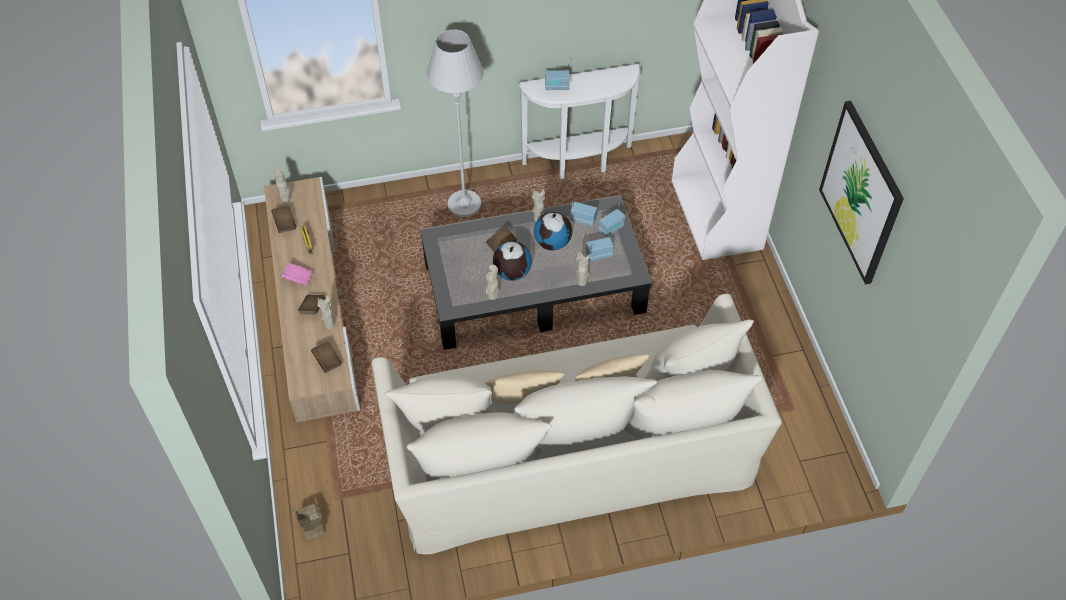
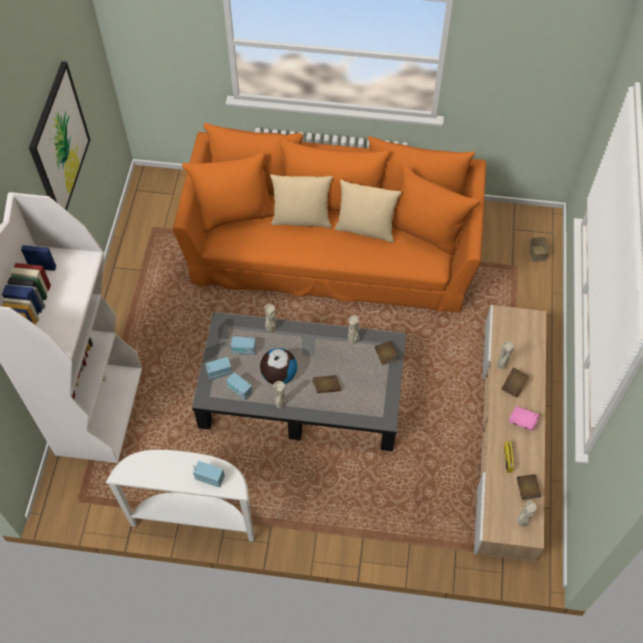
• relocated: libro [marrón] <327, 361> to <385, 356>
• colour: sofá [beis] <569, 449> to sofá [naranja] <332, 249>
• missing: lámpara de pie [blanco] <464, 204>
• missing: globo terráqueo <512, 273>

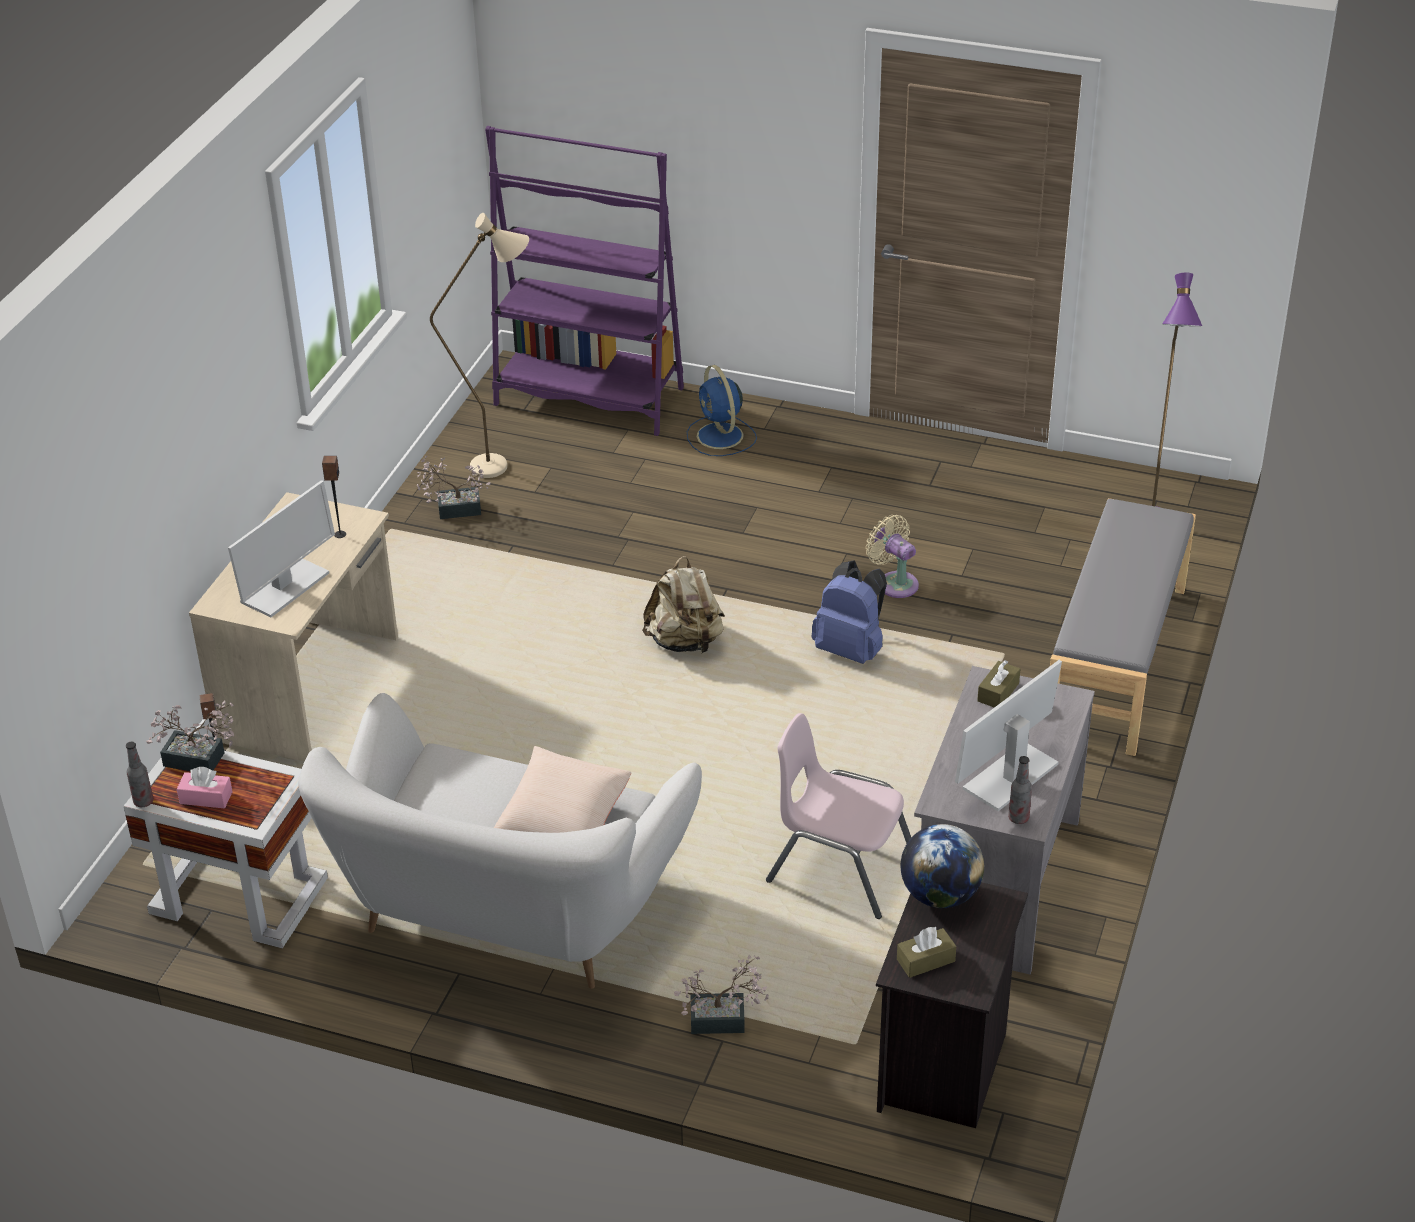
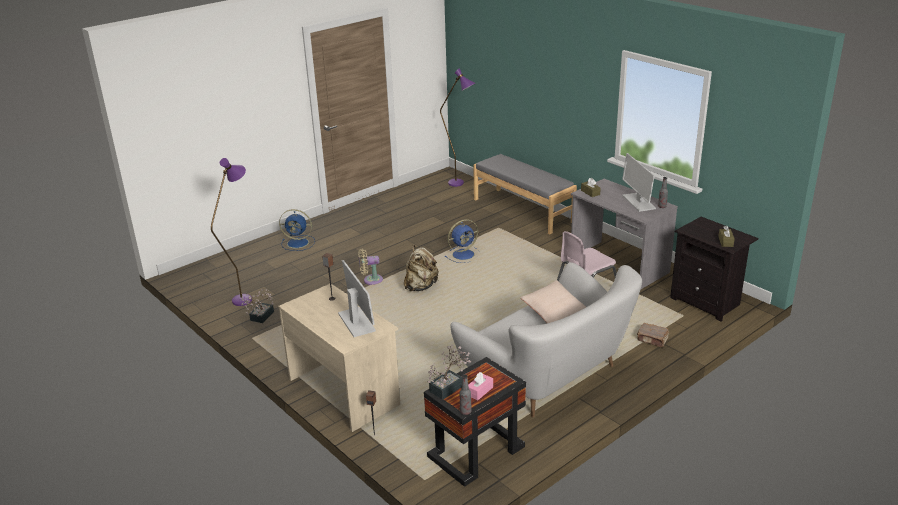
• colour: mesa auxiliar [blanco] <237, 895> to mesa auxiliar [negro] <475, 452>
• colour: lámpara de pie [beis] <503, 466> to lámpara de pie [morado] <246, 297>
• missing: estantería [morado] <589, 397>
• exchanged: planta en maceta <725, 1020> to libro [marrón] <652, 340>
• exchanged: mochila [azul] <851, 649> to ventilador [azul] <464, 254>
• relocated: ventilador [beis] <895, 583> to <371, 280>
• missing: globo terráqueo <940, 895>

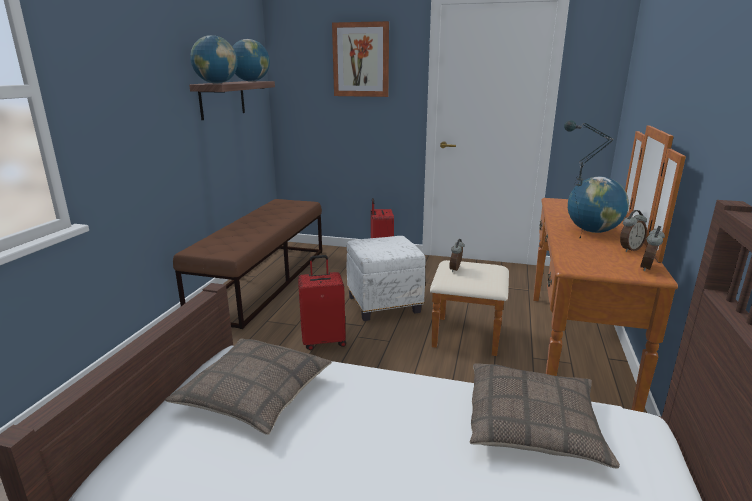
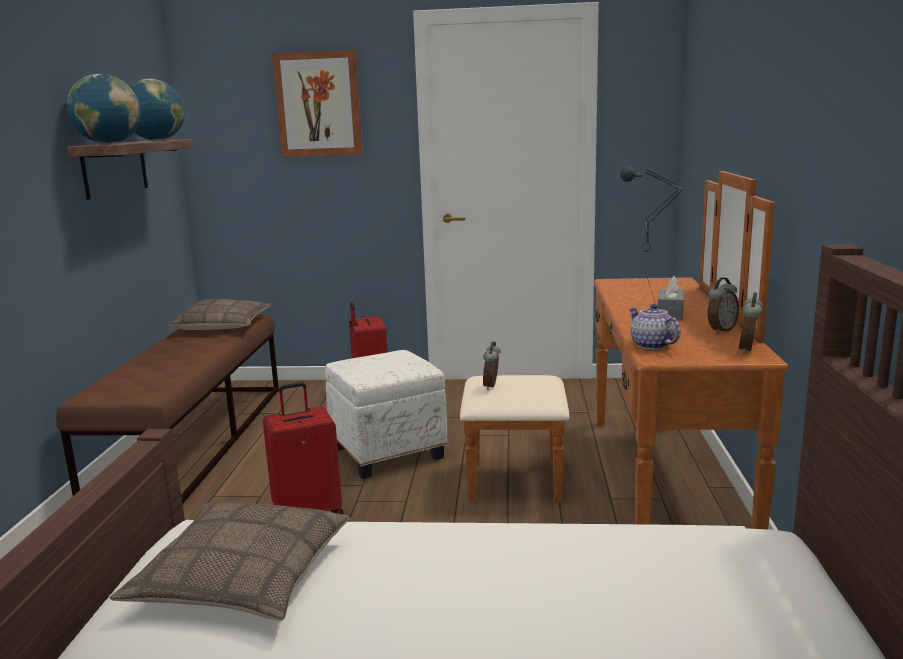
• relocated: cojín <533, 424> to <223, 326>
• exchanged: globo terráqueo <593, 231> to caja de pañuelos [gris] <670, 313>
• appeared: tetera <651, 345>

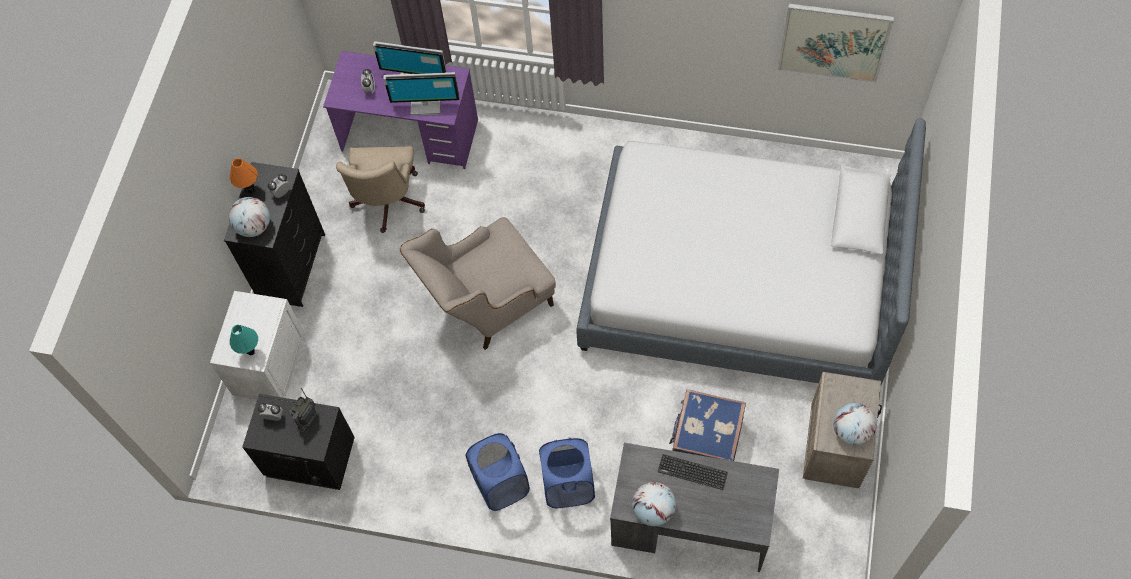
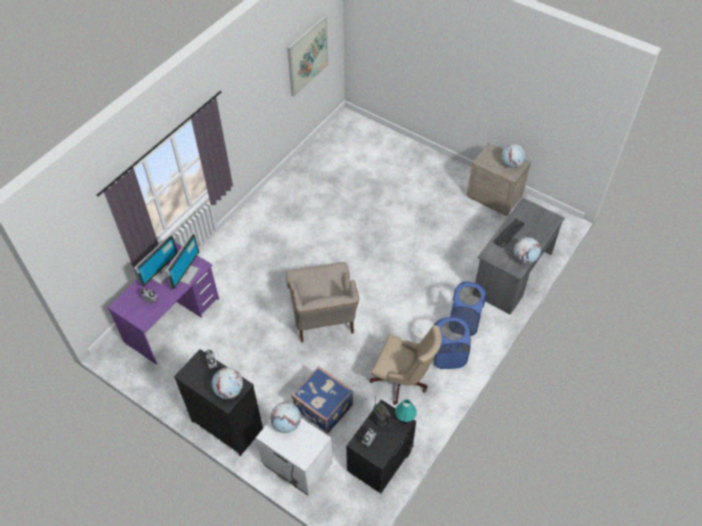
• missing: lámpara de mesa [naranja] <251, 190>
• relocated: lámpara de mesa [turquesa] <251, 352> to <404, 421>
• relocated: silla de oficina [beis] <387, 204> to <403, 381>
• missing: cama <739, 282>
• relocated: maleta [azul] <705, 441> to <323, 408>
• appeared: globo terráqueo <286, 424>

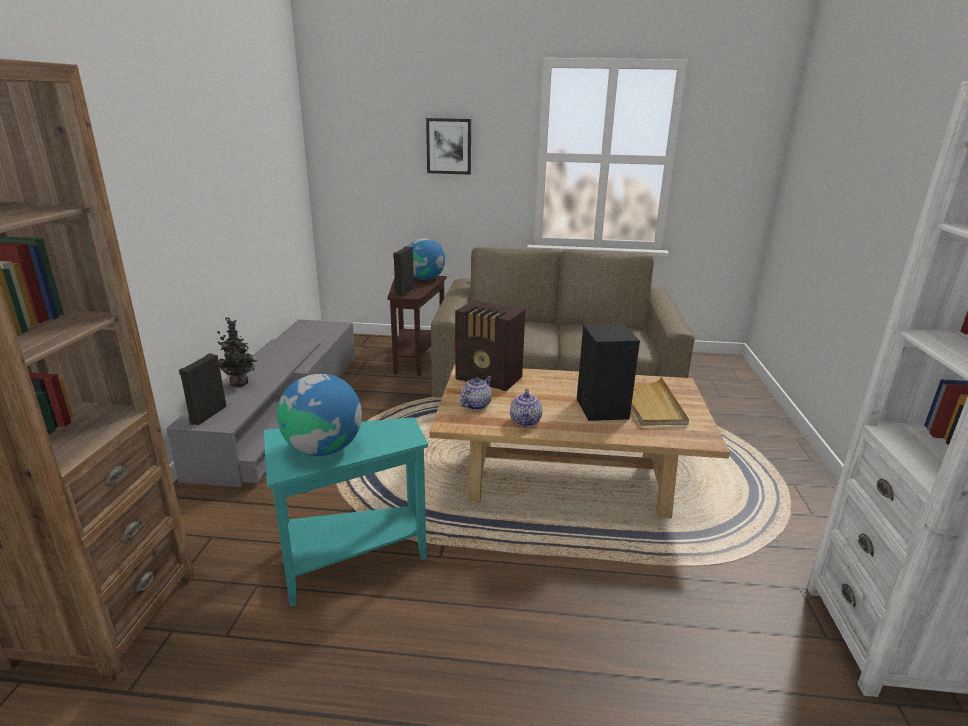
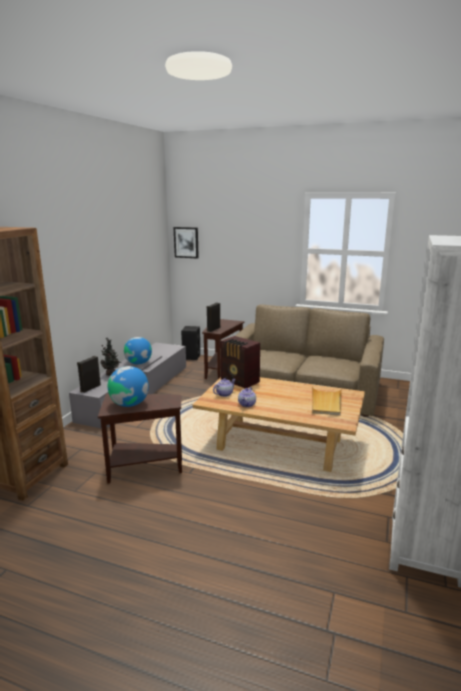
• colour: mesa auxiliar [turquesa] <348, 561> to mesa auxiliar [marrón] <142, 468>
• relocated: globo terráqueo <425, 278> to <138, 363>
• relocated: cuadro <449, 146> to <186, 242>
• relocated: altavoz [negro] <600, 408> to <191, 356>

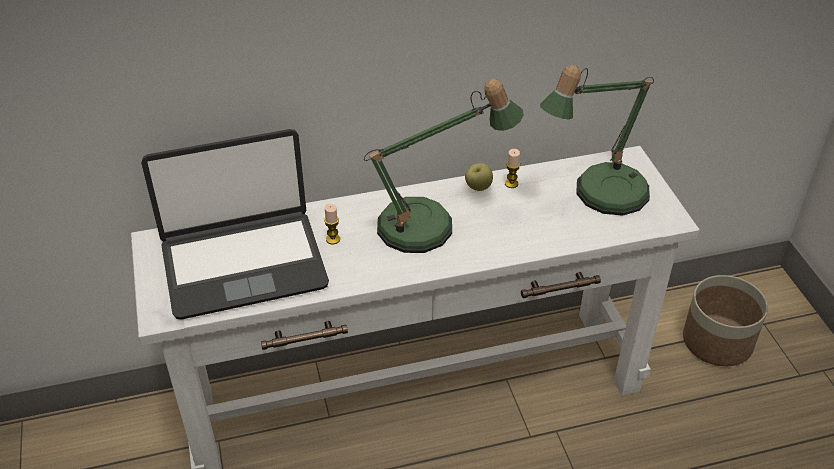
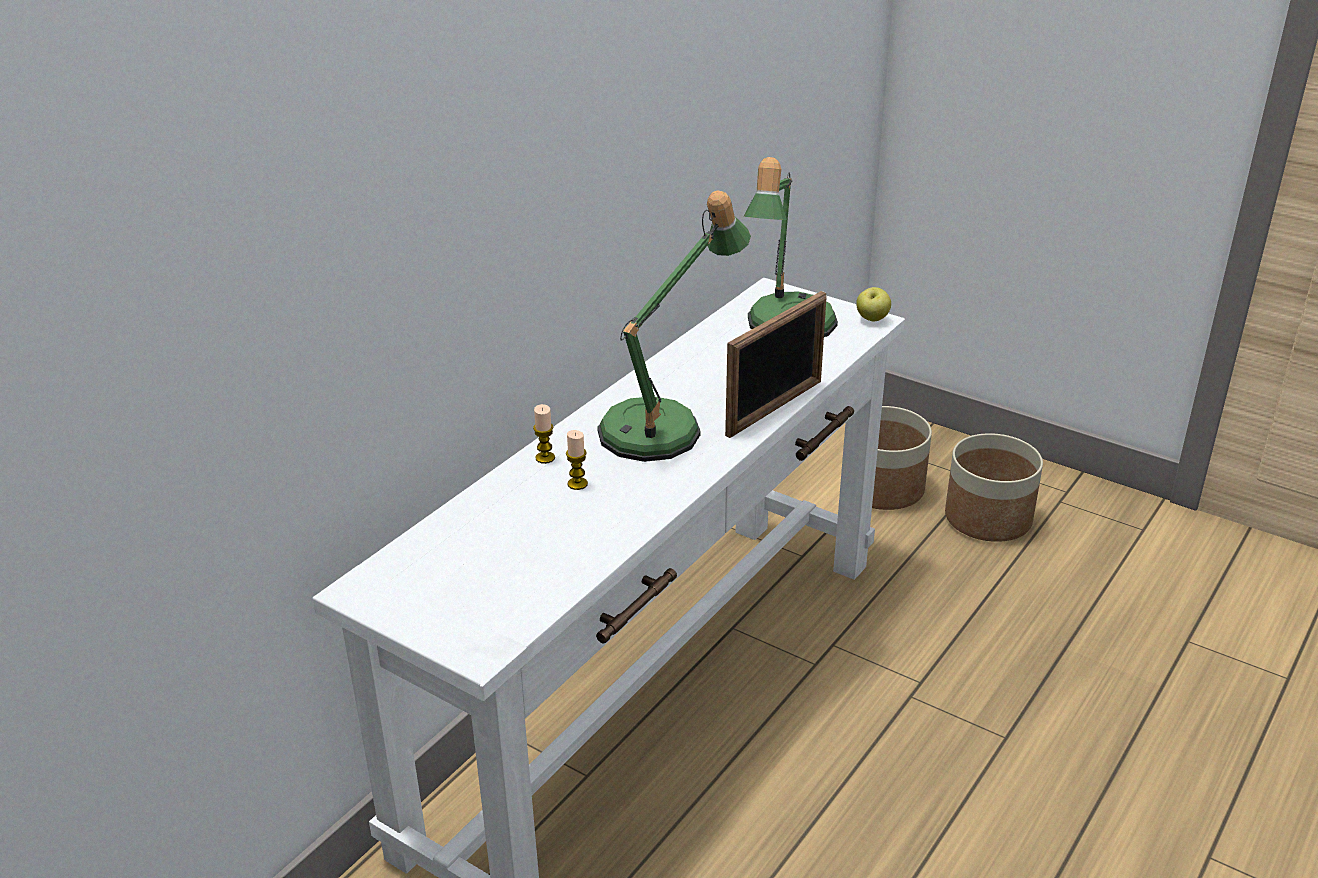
• missing: portátil <243, 264>
• relocated: manzana <478, 187> to <872, 319>
• relocated: vela <511, 183> to <545, 458>
• appeared: portarretratos <775, 408>
• appeared: maceta <989, 519>

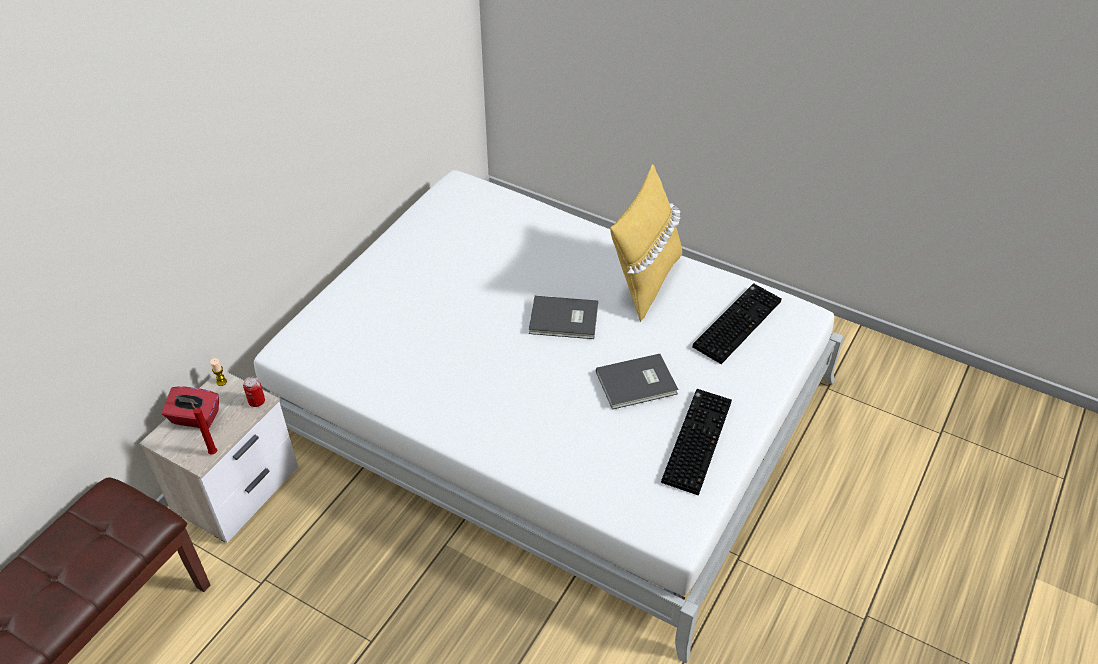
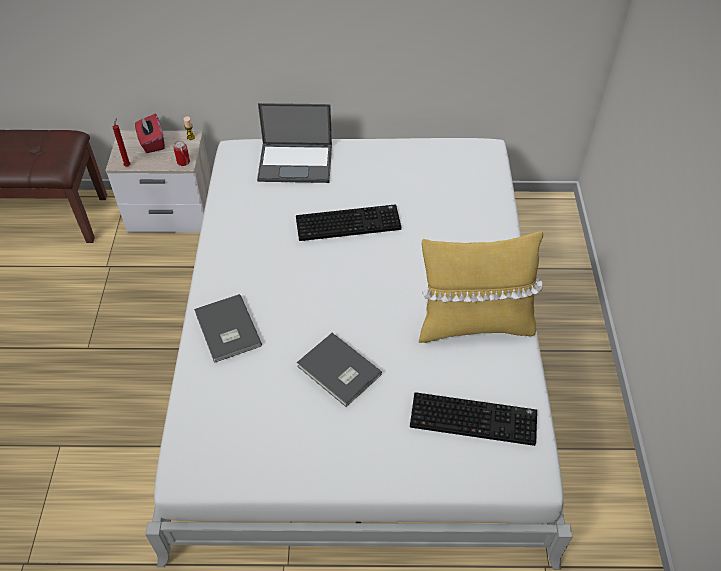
• relocated: libro [gris] <564, 320> to <226, 331>
• relocated: teclado <695, 440> to <349, 222>
• appeared: portátil <296, 162>

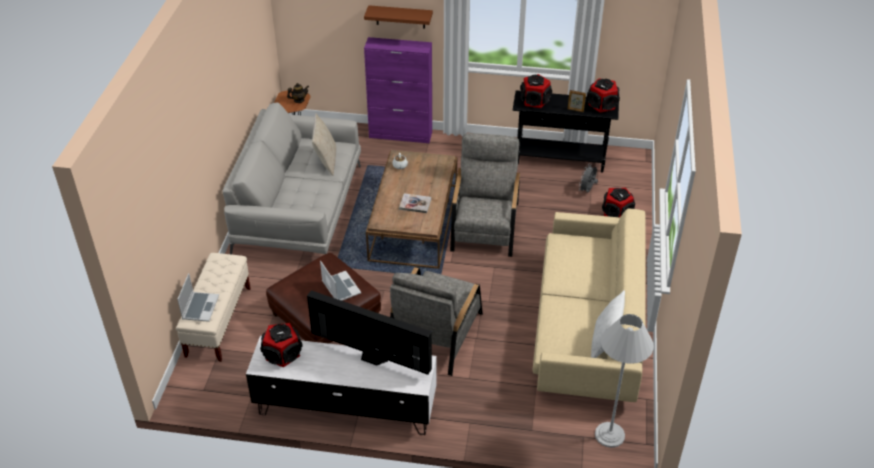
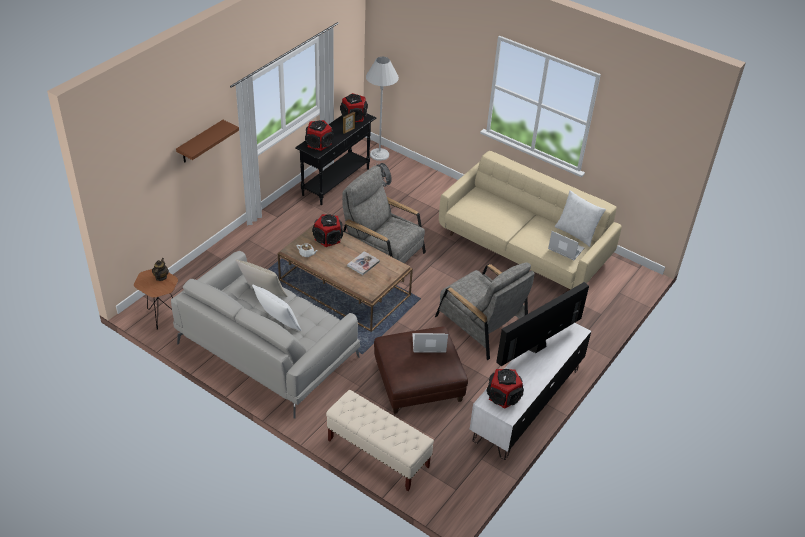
• relocated: portátil <200, 307> to <565, 249>
• missing: armario [morado] <401, 135>
• relocated: lámpara de pie [blanco] <609, 435> to <379, 154>
• relocated: altavoz <616, 212> to <328, 238>
• appeared: cojín [blanco] <277, 323>

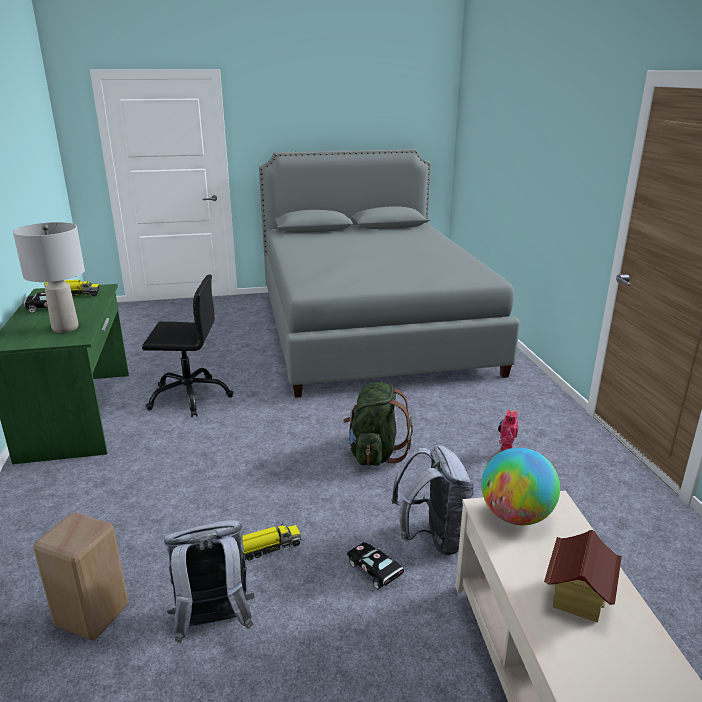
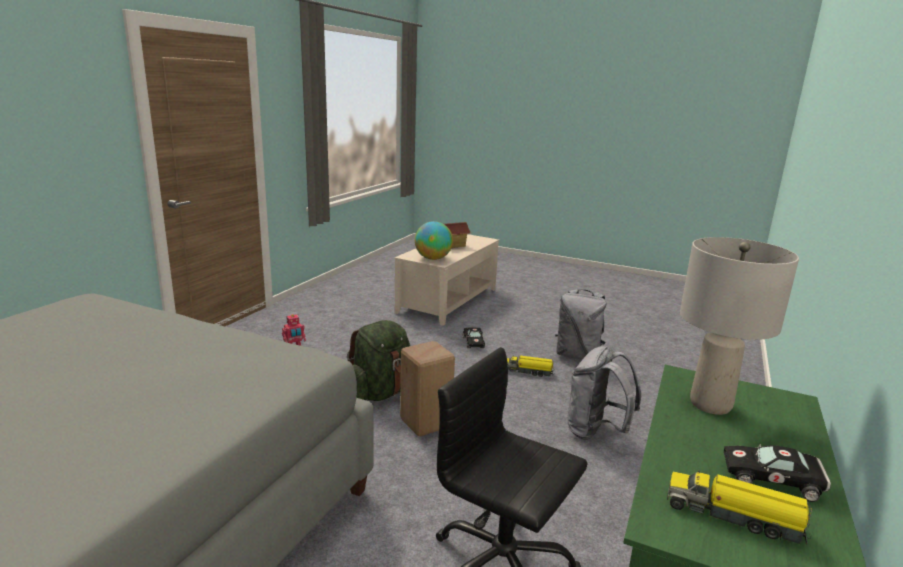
• relocated: taburete [beis] <90, 616> to <427, 423>
• relocated: mochila [gris] <433, 538> to <596, 432>

